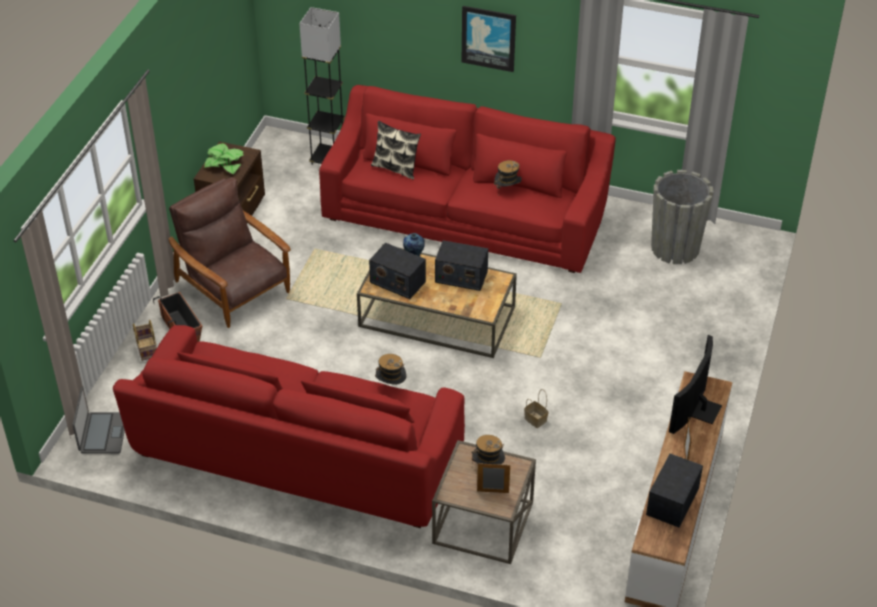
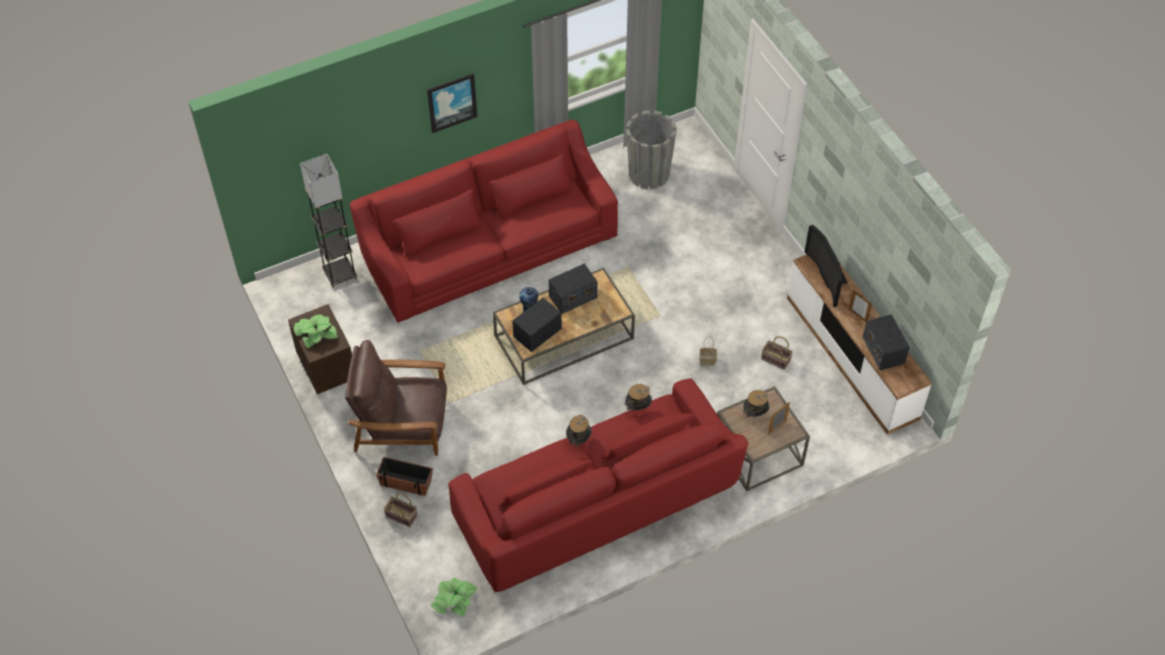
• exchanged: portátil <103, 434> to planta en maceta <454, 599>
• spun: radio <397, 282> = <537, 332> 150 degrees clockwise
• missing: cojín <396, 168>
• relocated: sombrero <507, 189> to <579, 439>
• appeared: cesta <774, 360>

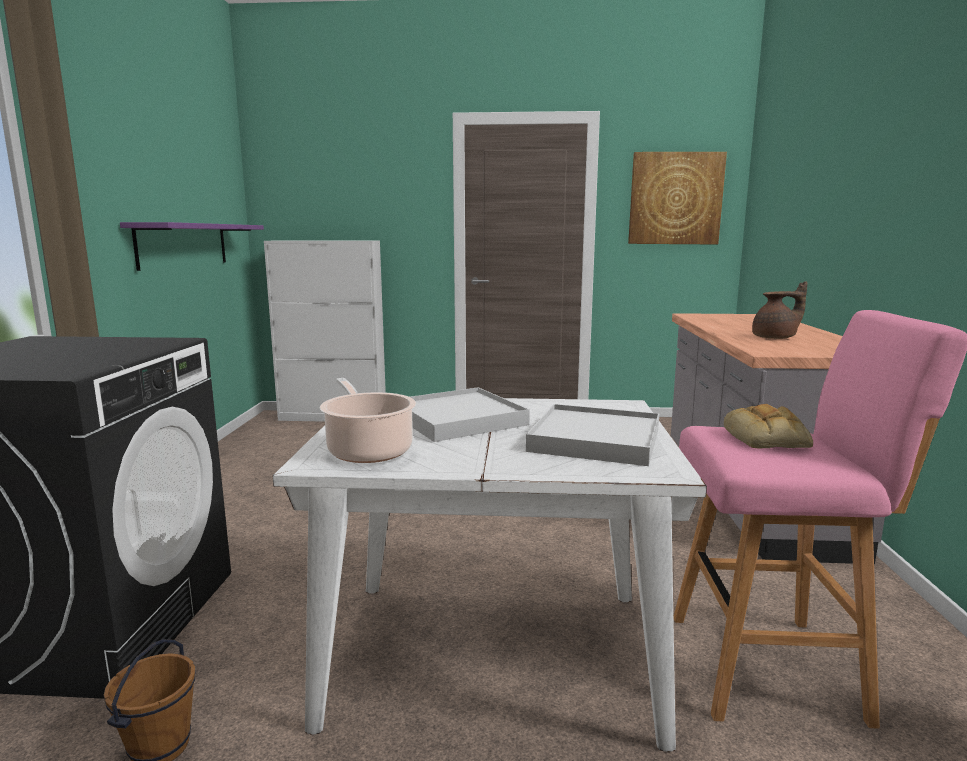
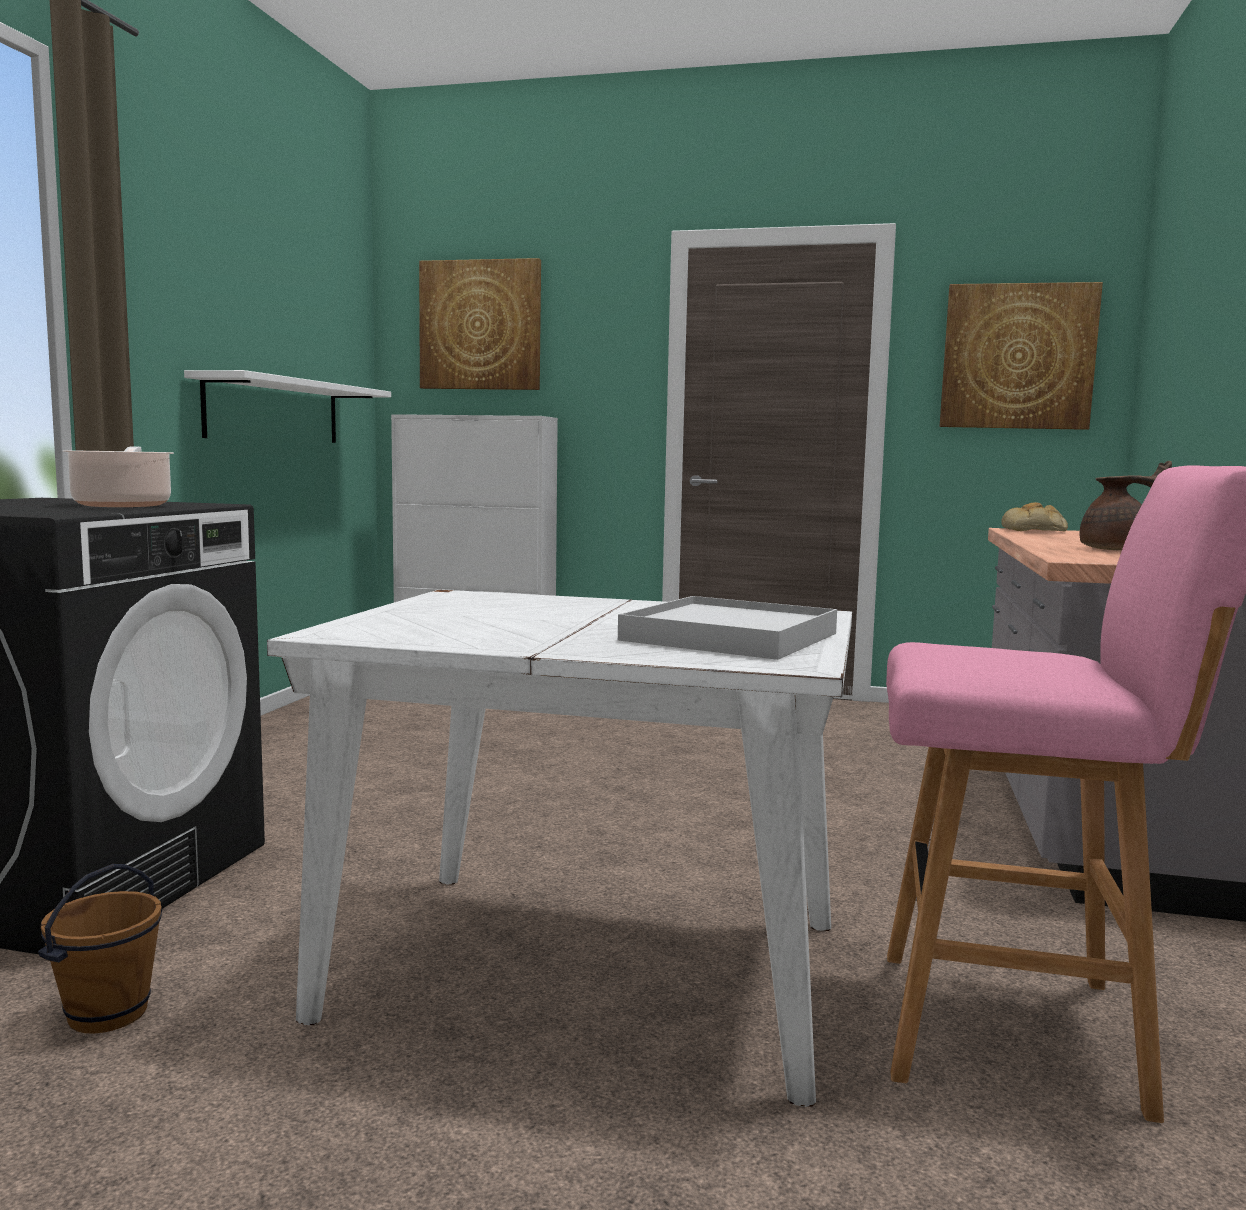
• colour: estante [morado] <184, 245> to estante [blanco] <274, 411>
• relocated: olla <368, 450> to <123, 505>
• missing: bandeja [blanco] <458, 419>
• relocated: pan <767, 439> to <1034, 530>
• appeared: cuadro <480, 325>

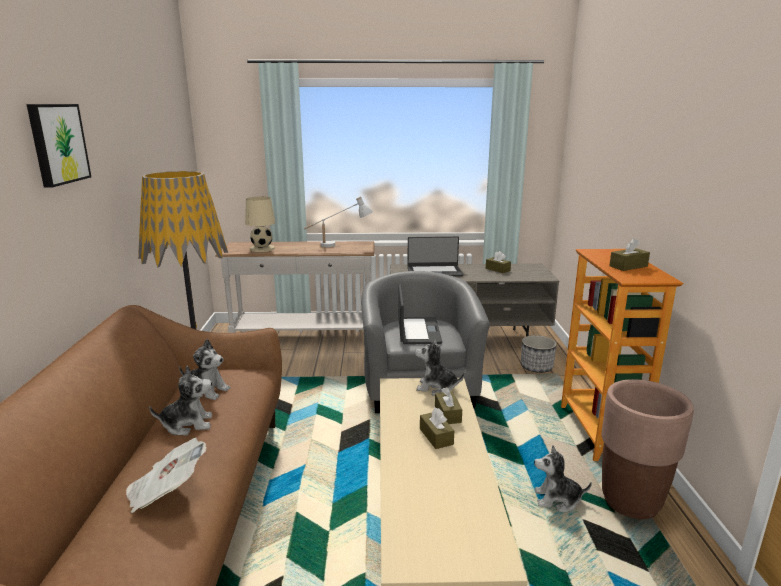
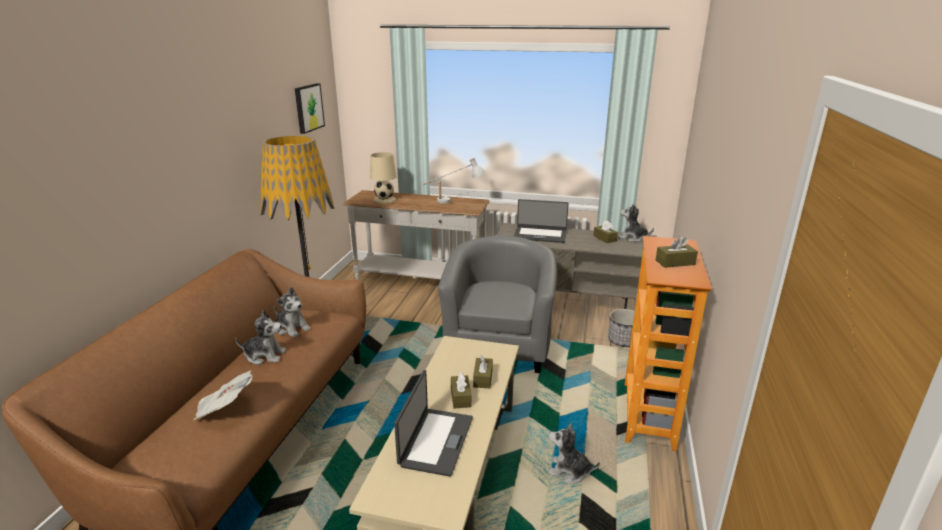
• relocated: cuadro <57, 144> to <308, 108>
• relocated: portátil <418, 331> to <435, 441>
• relocated: peluche <436, 388> to <632, 238>
• missing: maceta [marrón] <630, 502>

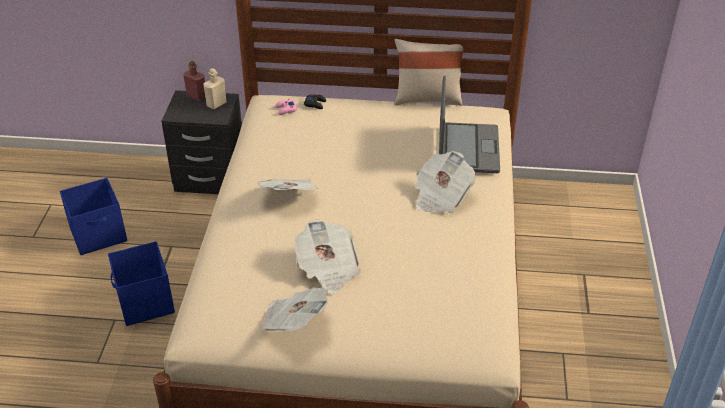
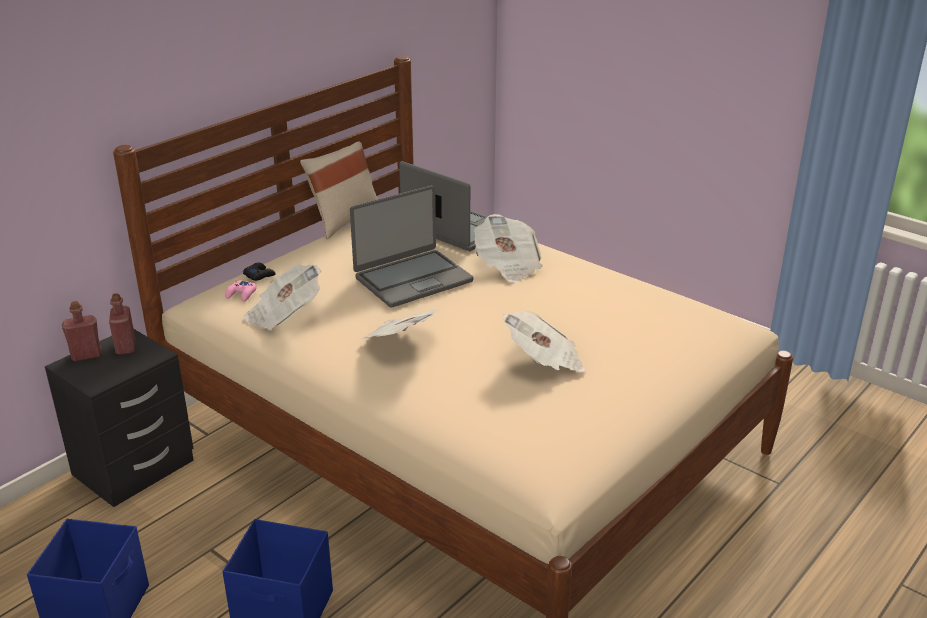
• colour: botella [beis] <216, 104> to botella [rojo] <125, 347>
• relocated: periódico <294, 322> to <284, 315>
• appeared: portátil <412, 279>

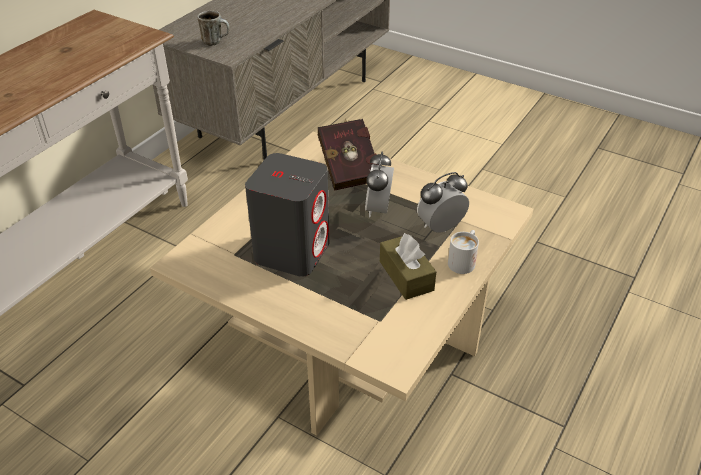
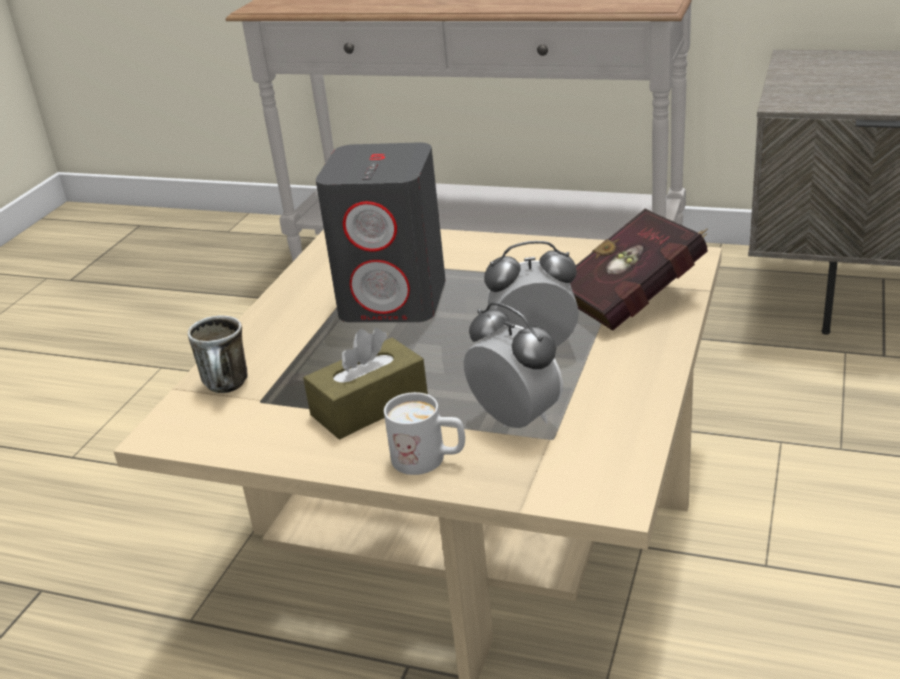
• relocated: taza grande <216, 42> to <229, 388>

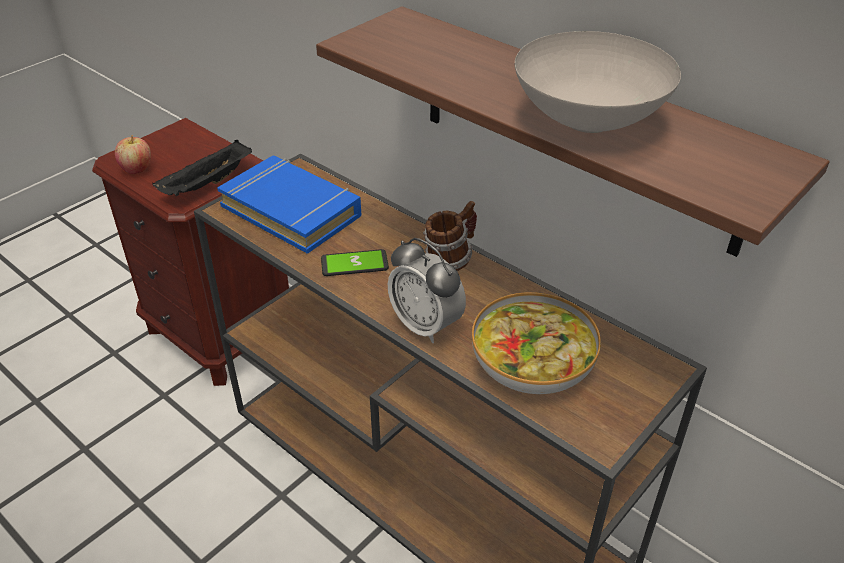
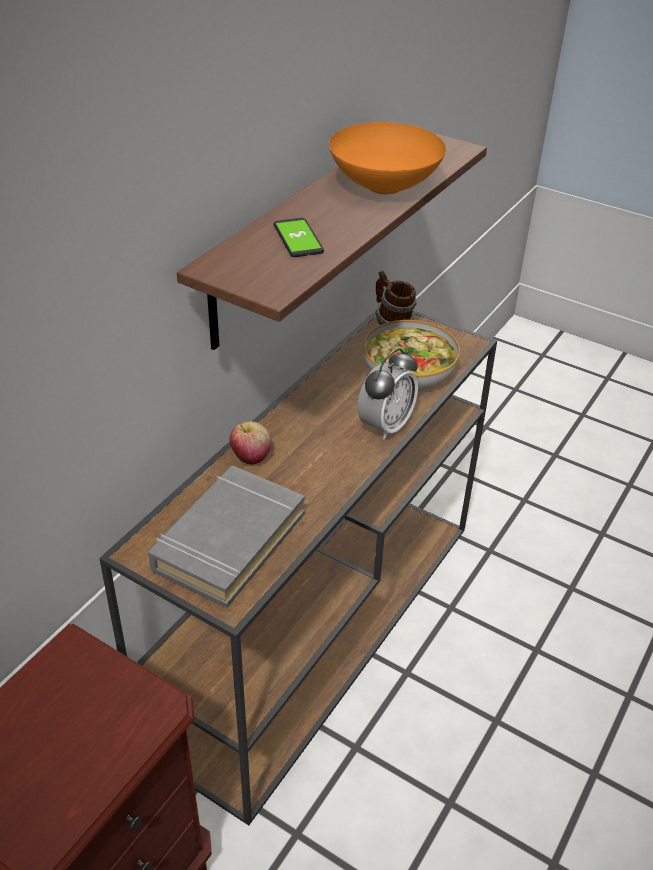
• relocated: manzana <137, 169> to <251, 457>
• missing: bandeja [negro] <207, 185>
• colour: libro [azul] <292, 210> to libro [gris] <228, 541>
• relocated: móvil <354, 264> to <298, 239>
• relocated: taza grande <450, 259> to <391, 322>
• colour: cuenco [blanco] <585, 120> to cuenco [naranja] <384, 187>

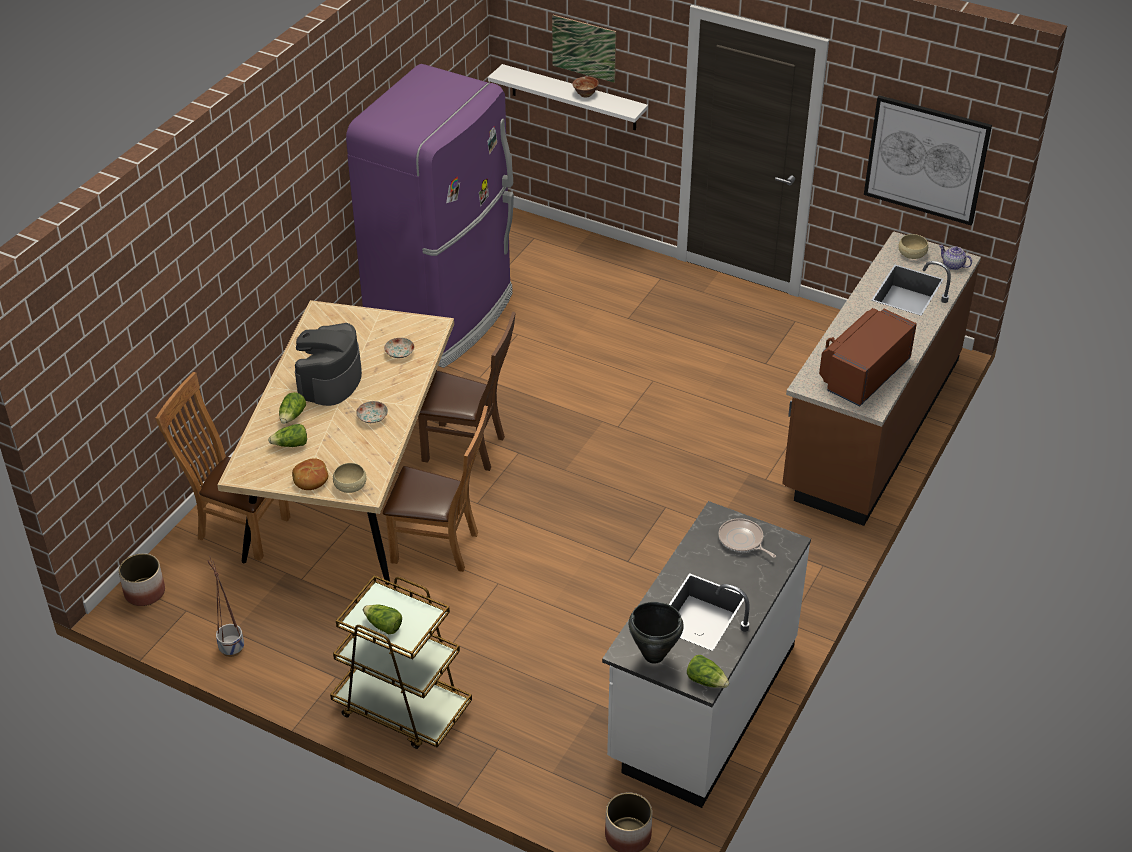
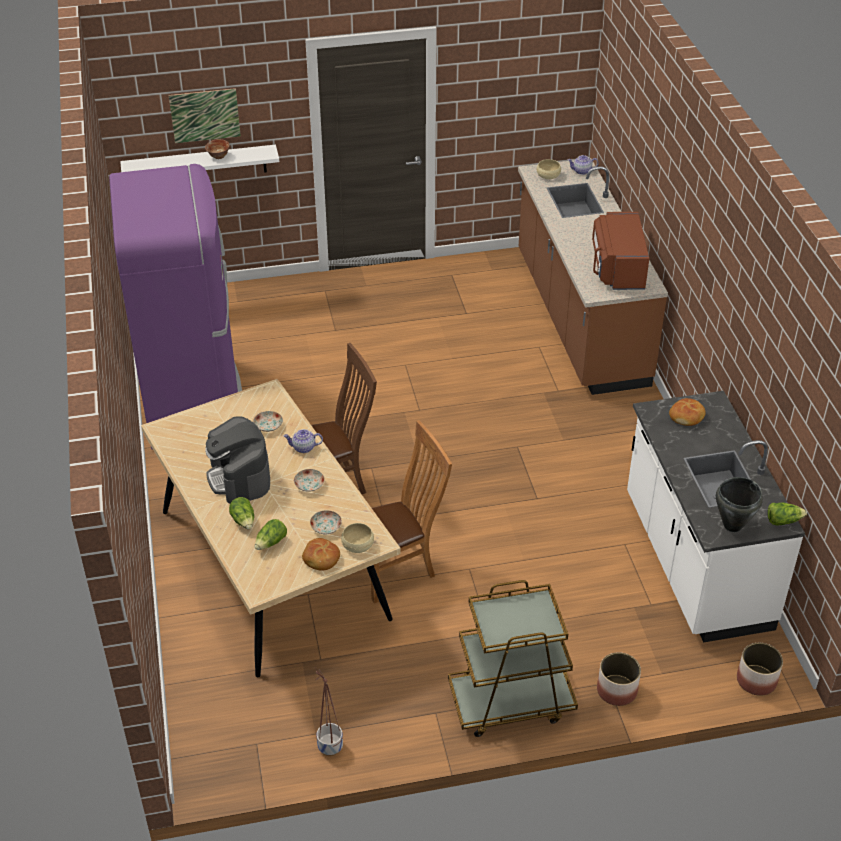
• relocated: maceta <144, 592> to <617, 691>
• missing: silla [marrón] <238, 528>
• missing: lechuga <383, 625>
• exchanged: sartén <742, 540> to pan <687, 416>
• missing: cuadro <926, 159>
• appeared: tetera <303, 448>
• appeared: plato <326, 527>

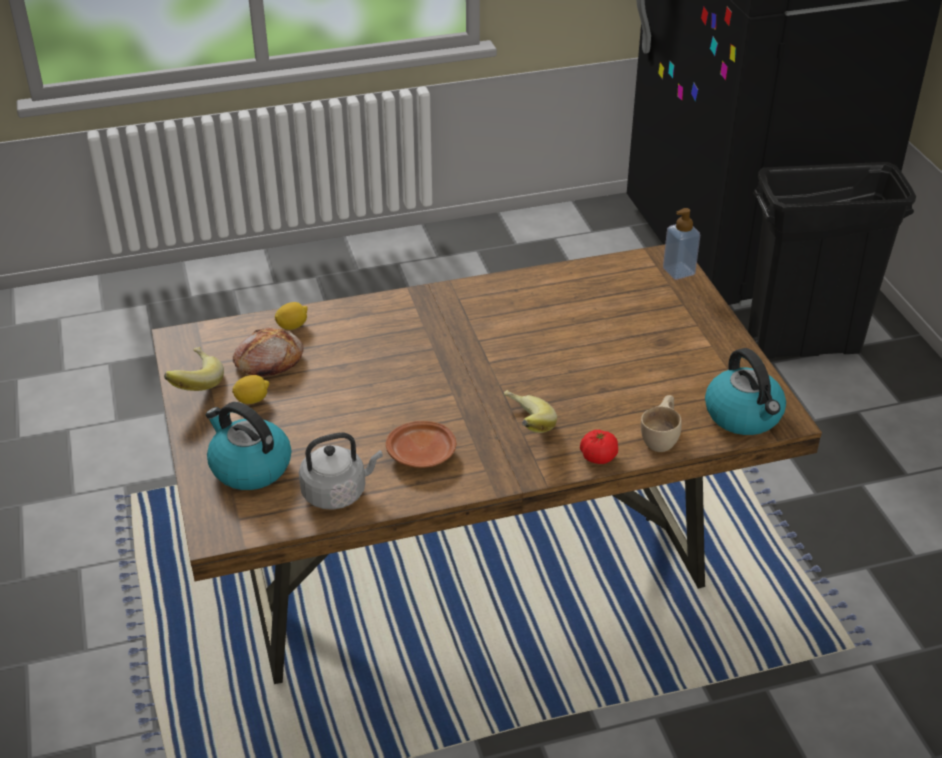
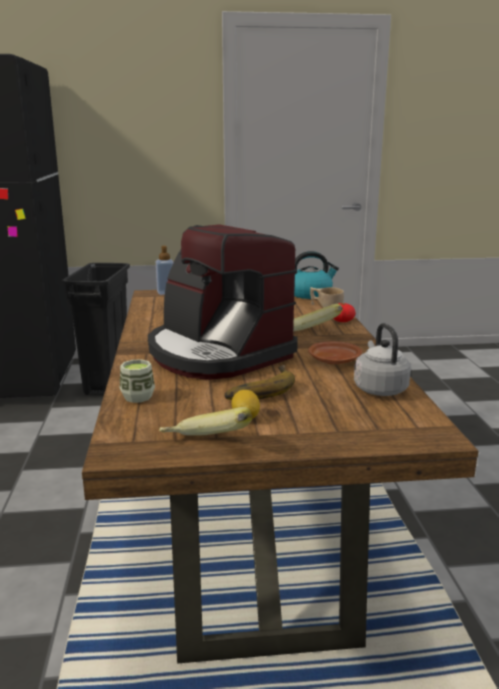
• missing: hervidor <249, 467>
• missing: pan <268, 361>
• exchanged: limón <292, 326> to taza <138, 397>
• appeared: cafetera <217, 353>
• appeared: plátano <258, 388>

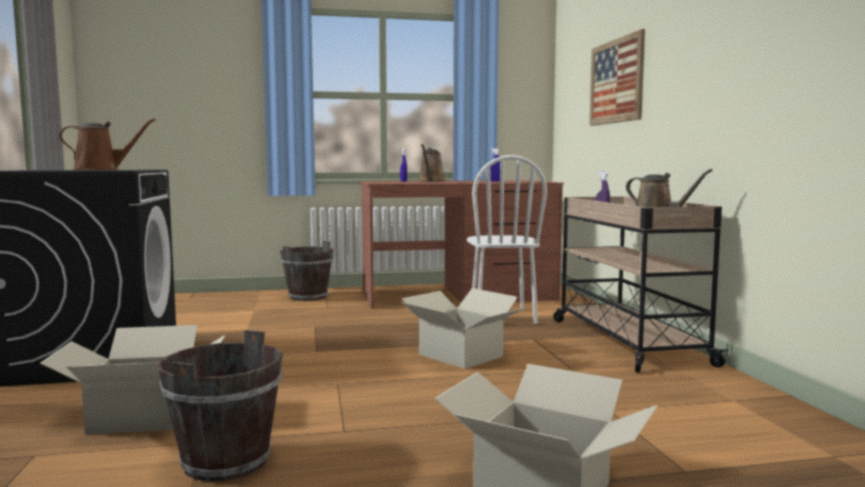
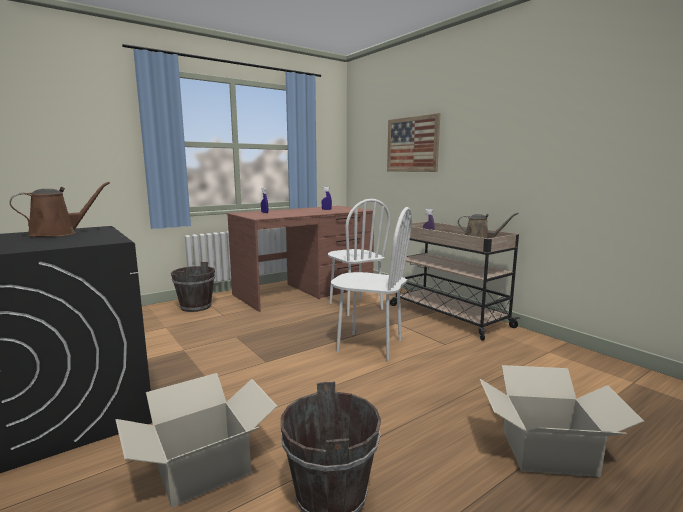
• exchanged: caja de cartón <460, 355> to silla [blanco] <369, 346>
• missing: regadera [marrón] <431, 181>

